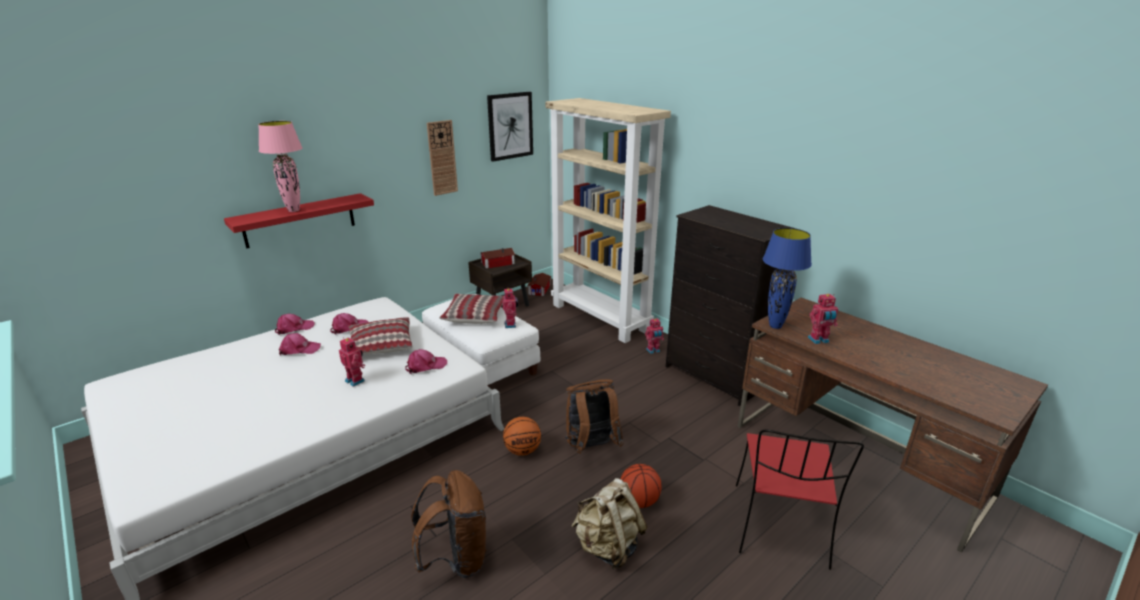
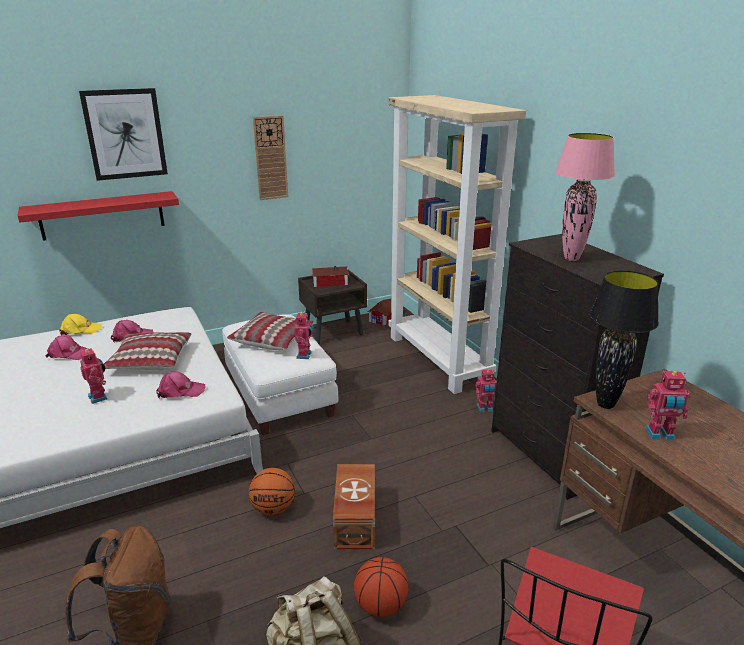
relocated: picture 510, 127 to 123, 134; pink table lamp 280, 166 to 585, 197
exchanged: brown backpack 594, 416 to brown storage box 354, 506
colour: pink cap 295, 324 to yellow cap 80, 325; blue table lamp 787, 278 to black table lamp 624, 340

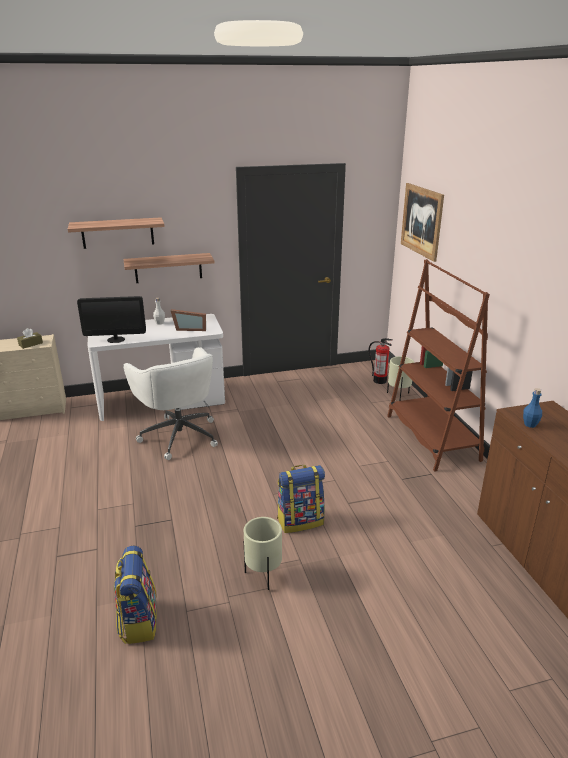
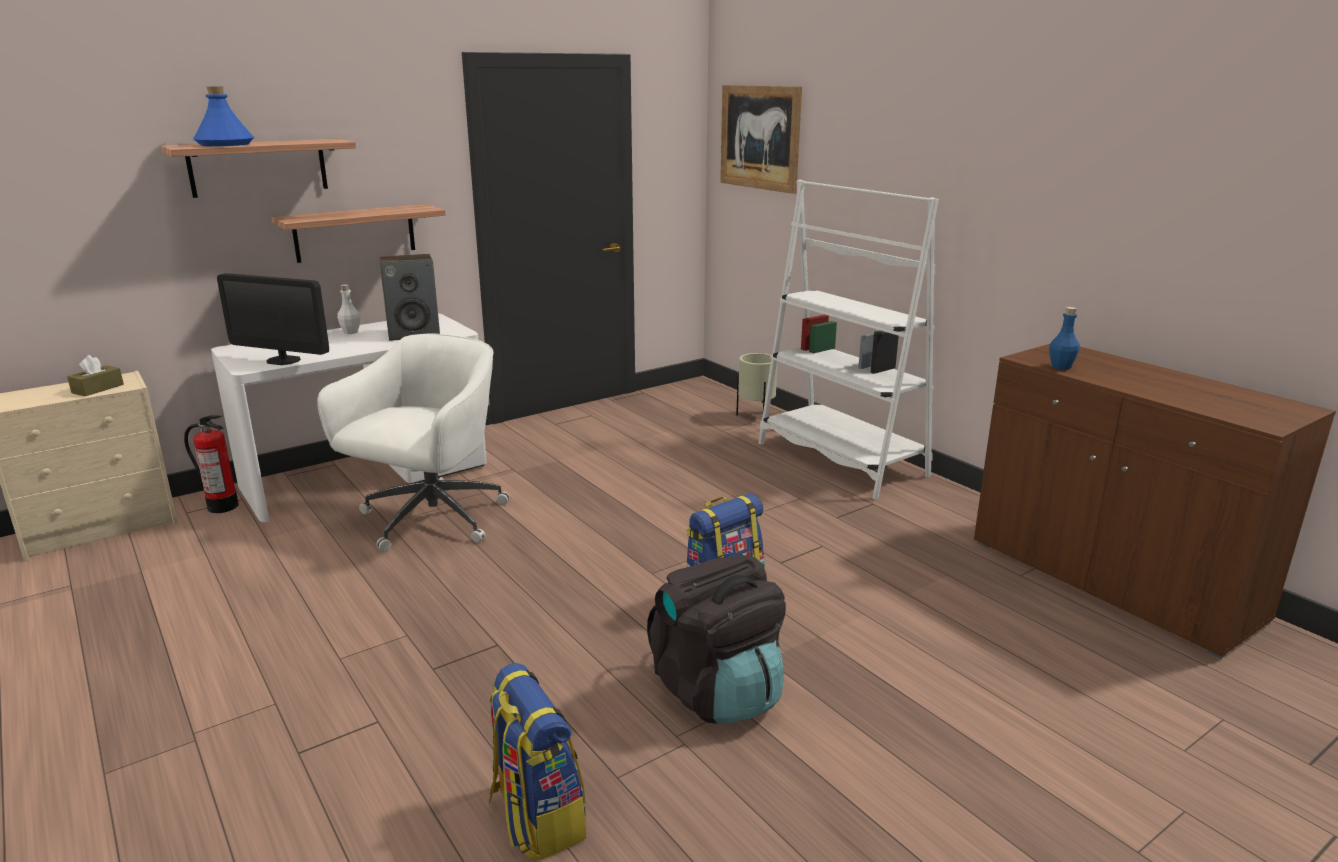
appeared: blue bottle 223, 116
relocated: fire extinguisher 380, 361 to 211, 464
exchanged: picture frame 188, 320 to speaker 410, 297; beige planter 263, 553 to black backpack 716, 639
colour: brown bookcase 438, 365 to white bookcase 848, 340
spun: monitor 111, 319 = 273, 319 45 degrees clockwise; white office chair 170, 403 = 413, 442 105 degrees counterclockwise

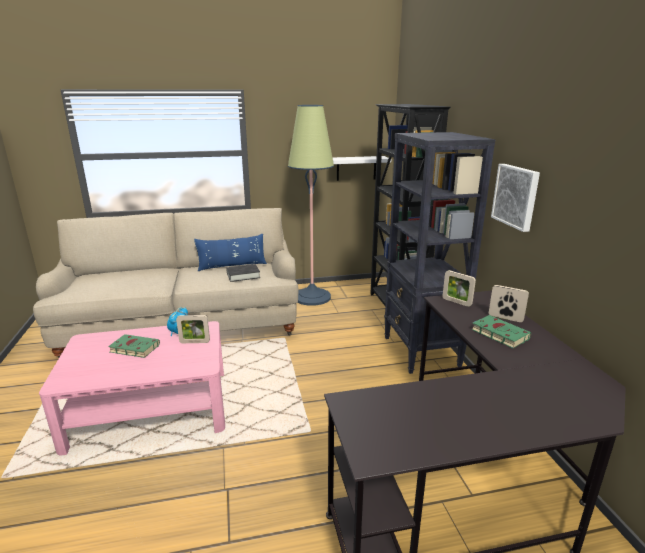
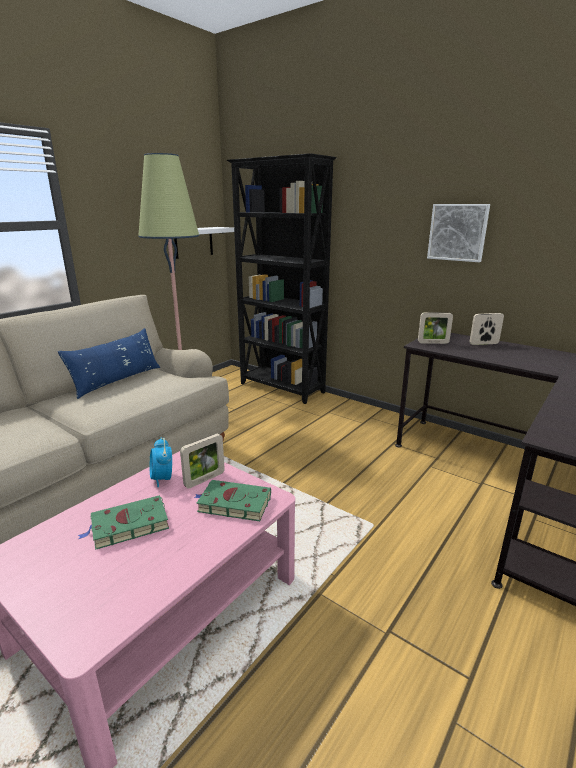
missing: black book 243, 273; black bookcase 439, 253
relocated: green book 501, 331 to 232, 500

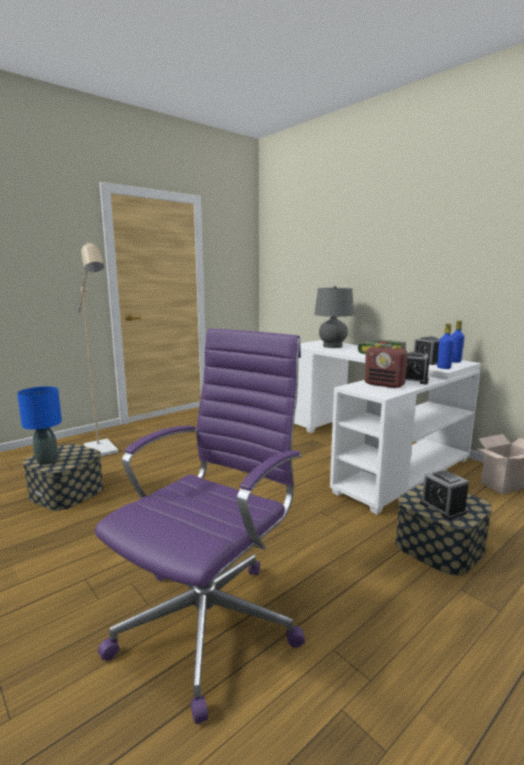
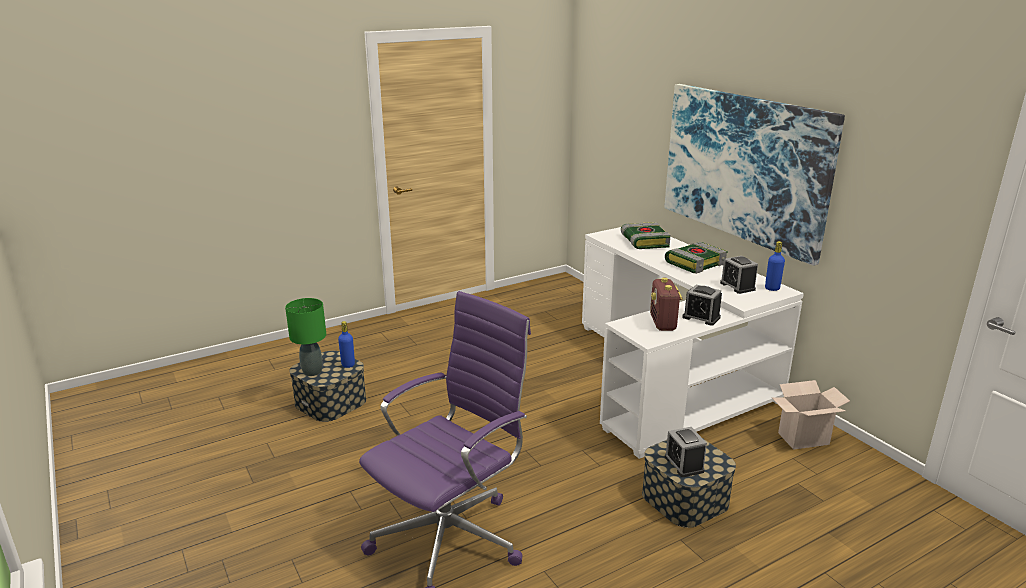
missing: beige floor lamp 98, 349
appeared: picture 755, 175
relocated: blue bottle 445, 346 to 346, 344
exchanged: grey table lamp 334, 317 to book 646, 235
colour: blue table lamp 39, 425 to green table lamp 305, 337
spun: radio 386, 366 = 666, 304 45 degrees clockwise

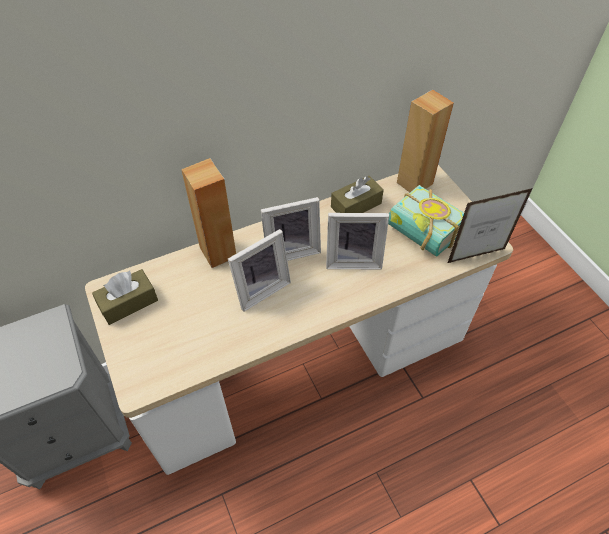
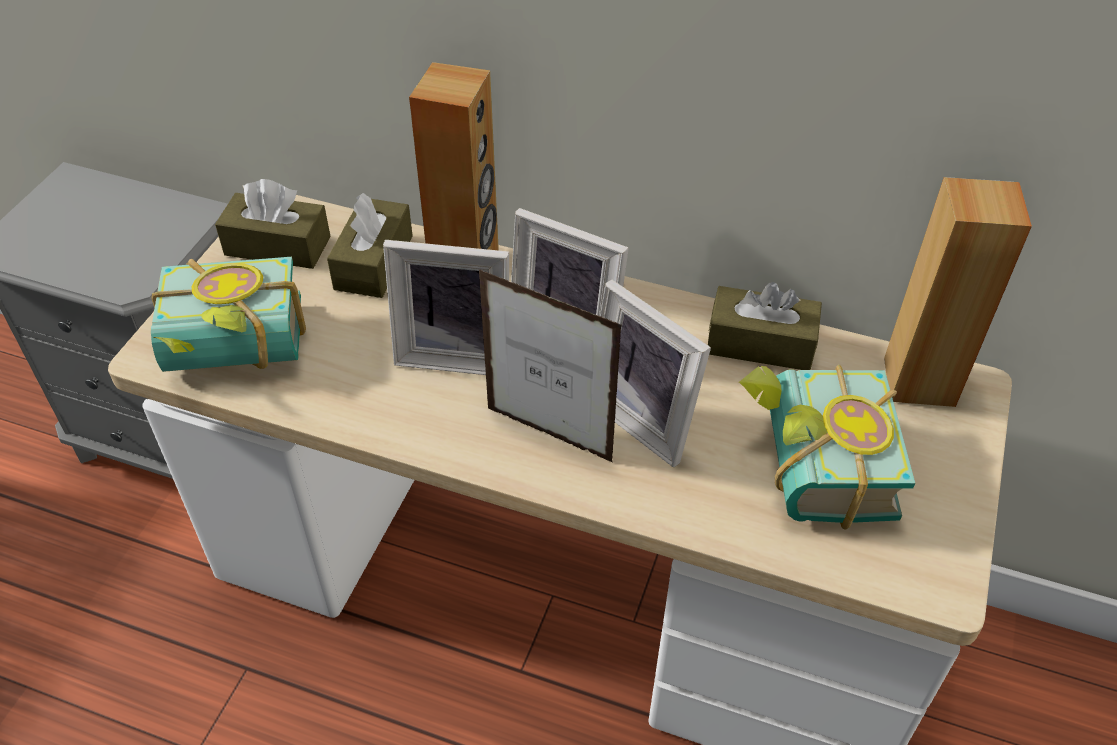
appeared: book 228, 314; brown tissue box 370, 245
relocated: picture frame 490, 225 to 550, 366

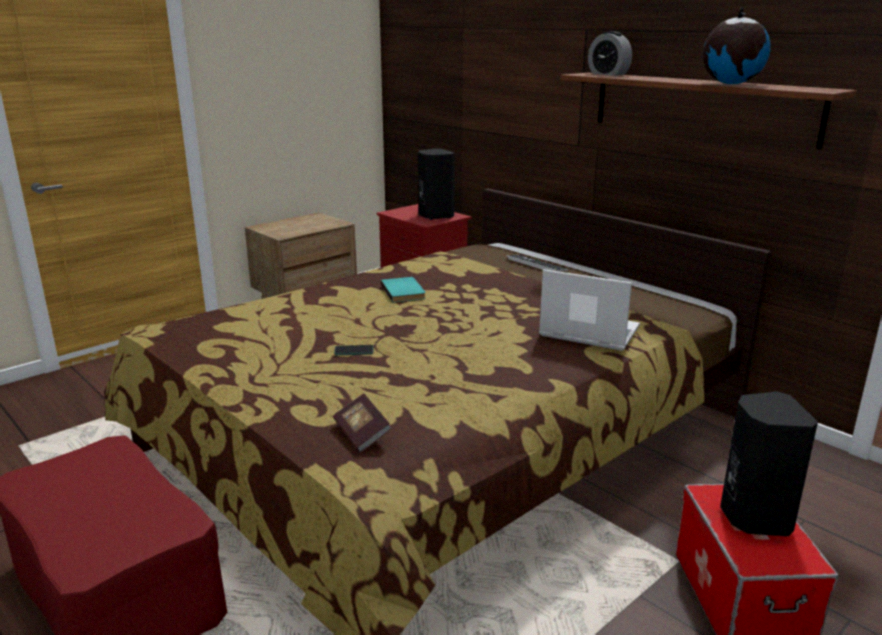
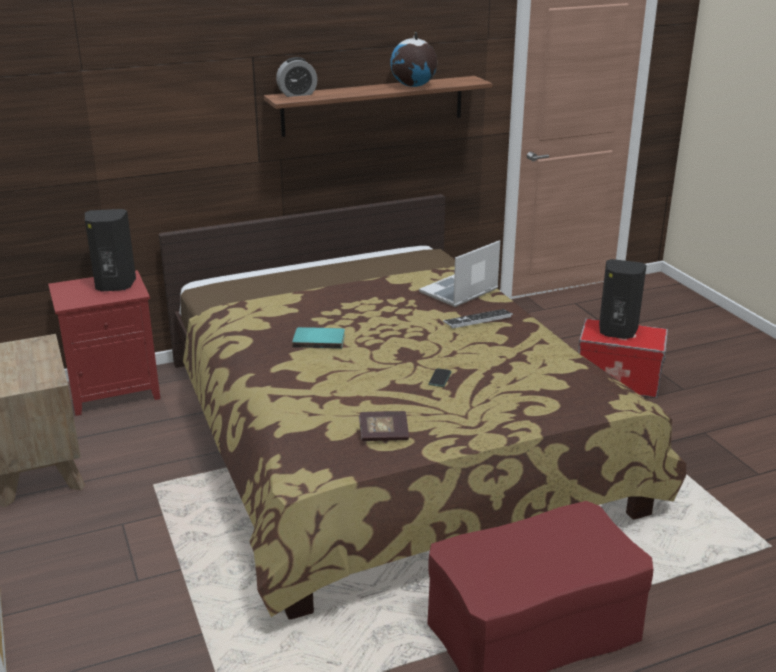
relocated: book 362, 423 to 384, 426; keyboard 537, 263 to 478, 319

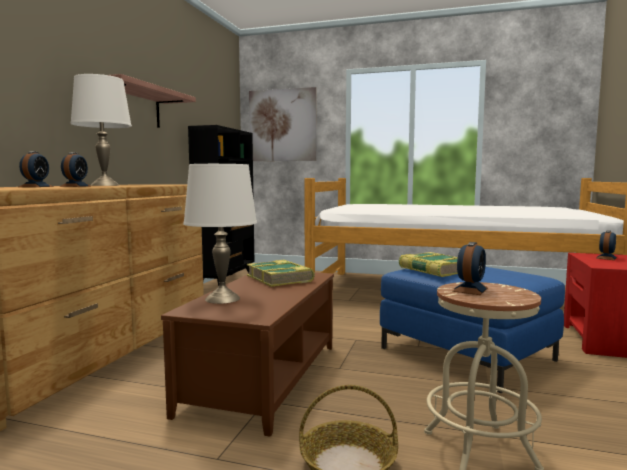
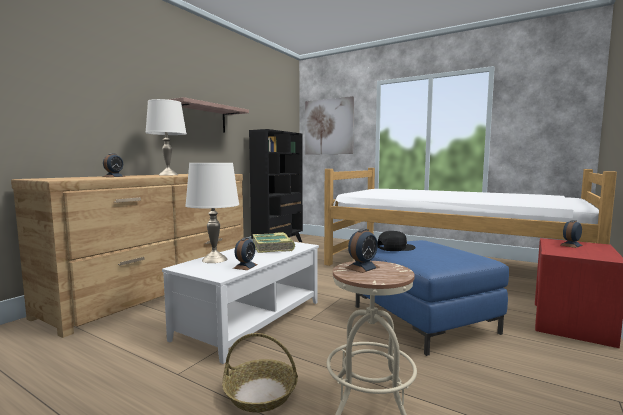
relocated: alarm clock 74, 169 to 245, 253
exchanged: book 428, 264 to black cap 396, 241
colour: brown coffee table 247, 354 to white coffee table 240, 303

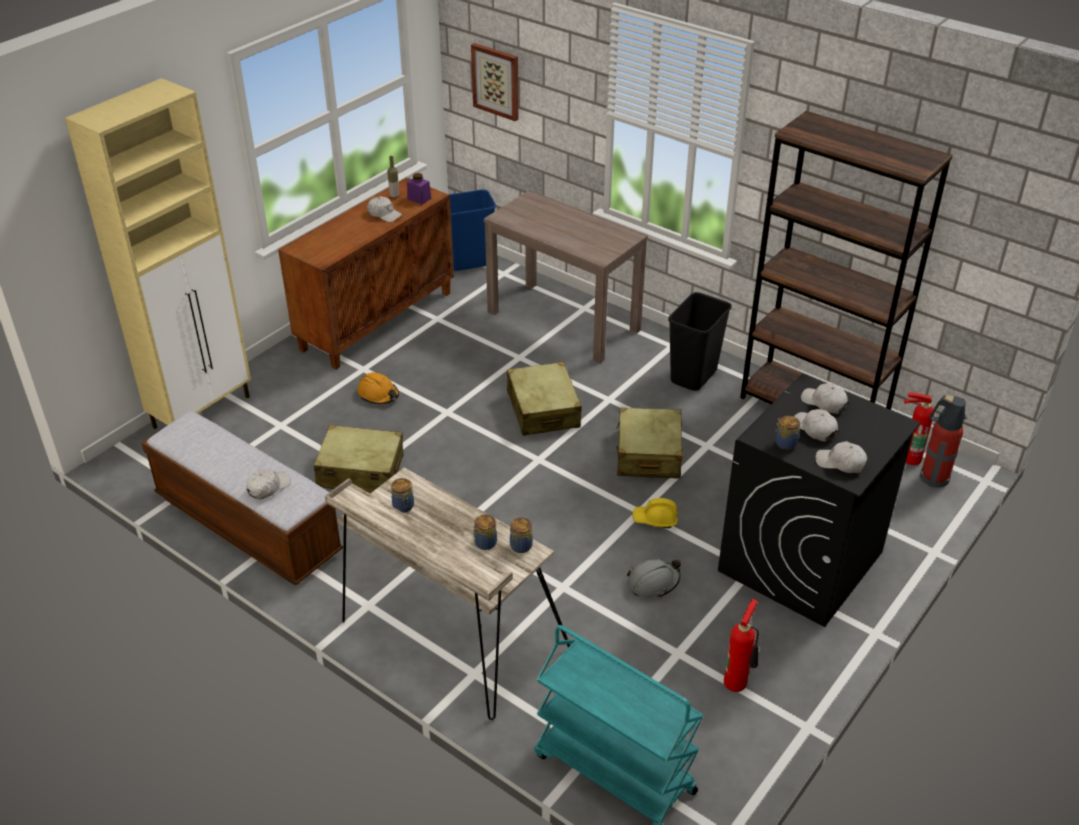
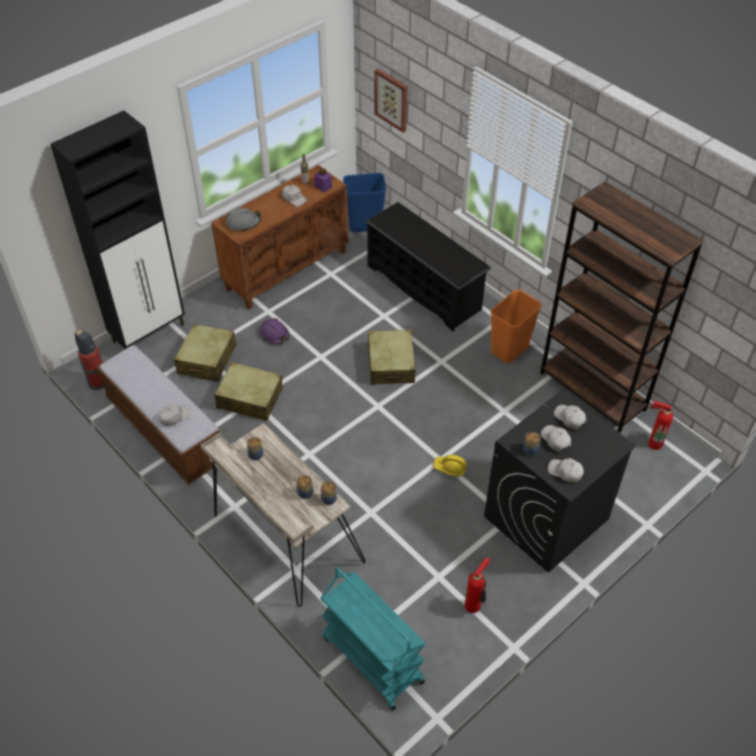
relocated: fire extinguisher 944, 441 to 89, 360; beige suitcase 649, 443 to 205, 353; grey hard hat 654, 578 to 243, 219
exchanged: brown console table 566, 276 to black shoe rack 428, 266
colour: beige cabinet 158, 253 to black cabinet 117, 230; orange hard hat 378, 388 to purple hard hat 275, 331; black trash can 700, 341 to orange trash can 516, 326

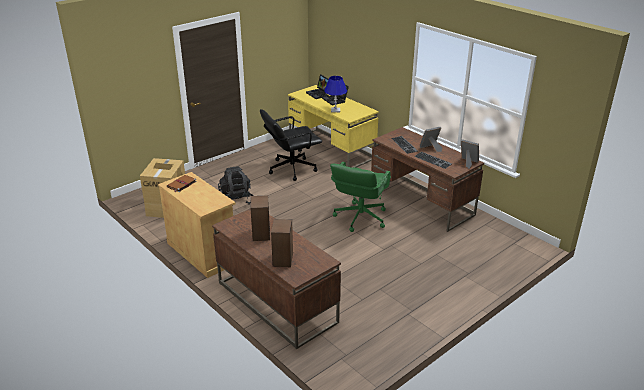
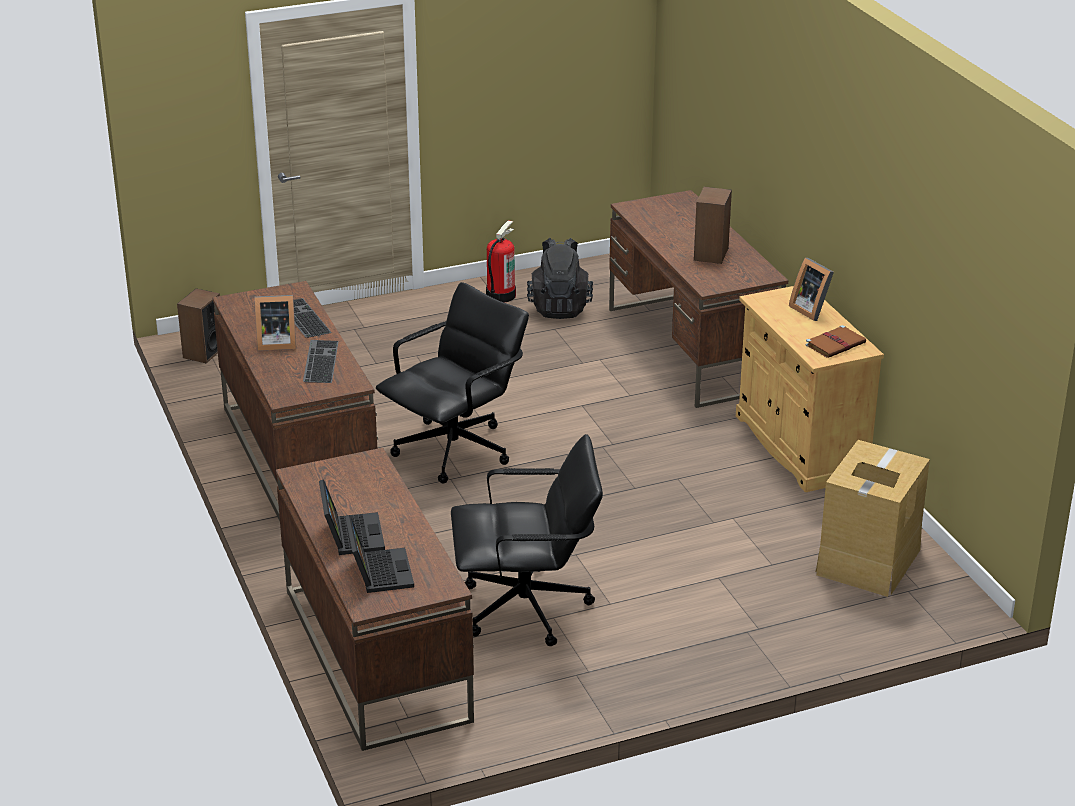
missing: blue table lamp 335, 94
appeared: fire extinguisher 501, 261
relocated: speaker 282, 243 to 198, 325; black backpack 235, 185 to 560, 278; picture frame 470, 154 to 811, 289
colour: yellow desk 333, 126 to brown desk 375, 599; green office chair 360, 197 to black office chair 452, 383

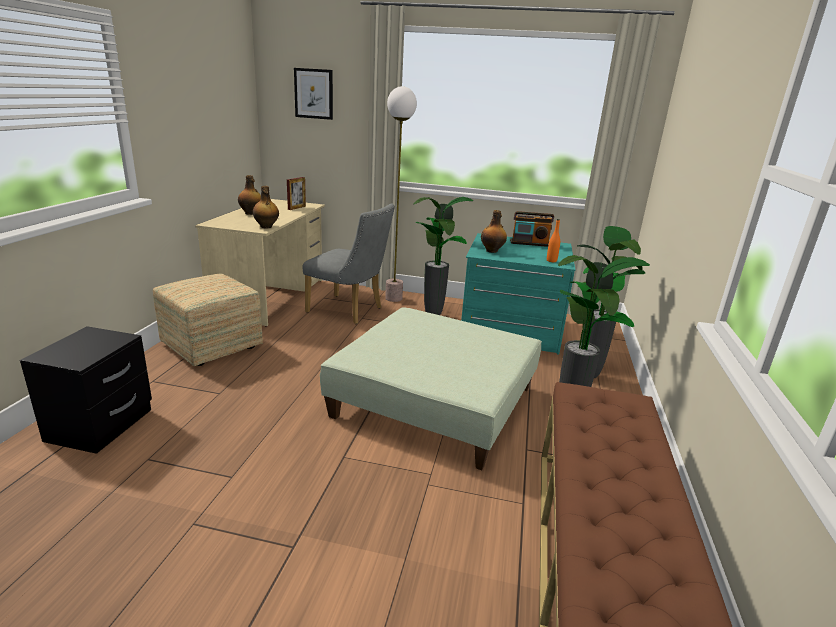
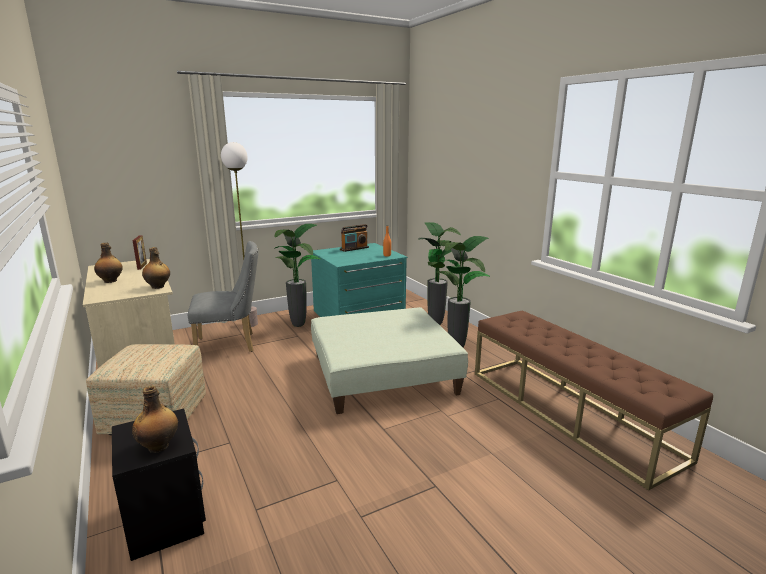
missing: picture 313, 94
relocated: bottle 494, 231 to 155, 419

